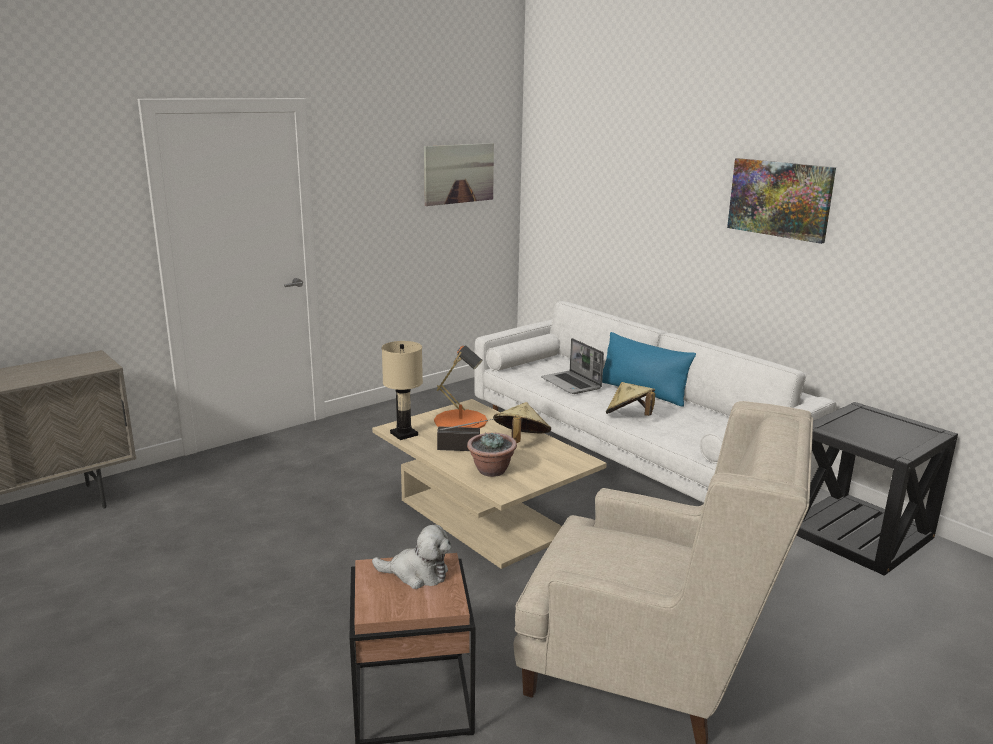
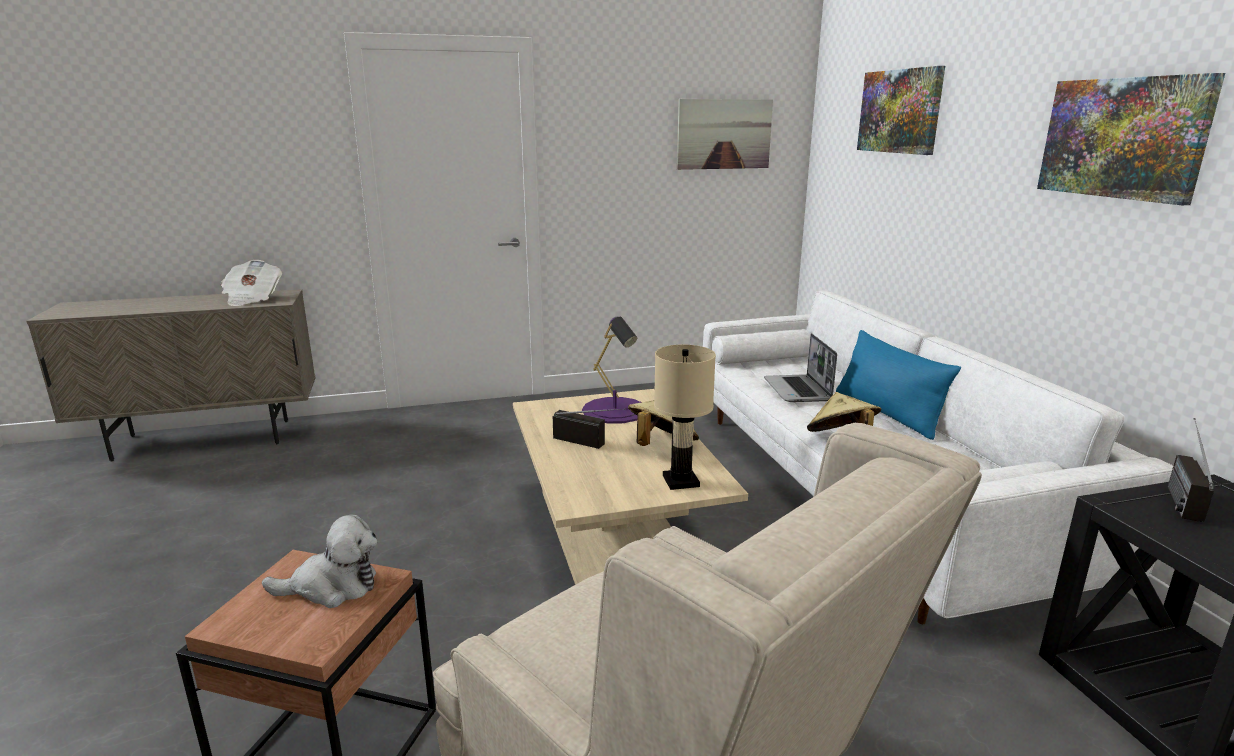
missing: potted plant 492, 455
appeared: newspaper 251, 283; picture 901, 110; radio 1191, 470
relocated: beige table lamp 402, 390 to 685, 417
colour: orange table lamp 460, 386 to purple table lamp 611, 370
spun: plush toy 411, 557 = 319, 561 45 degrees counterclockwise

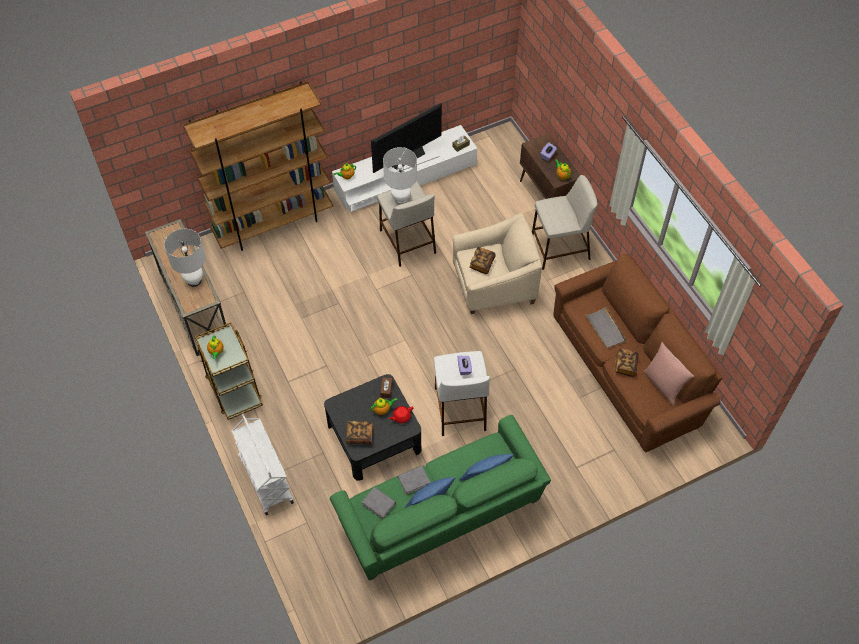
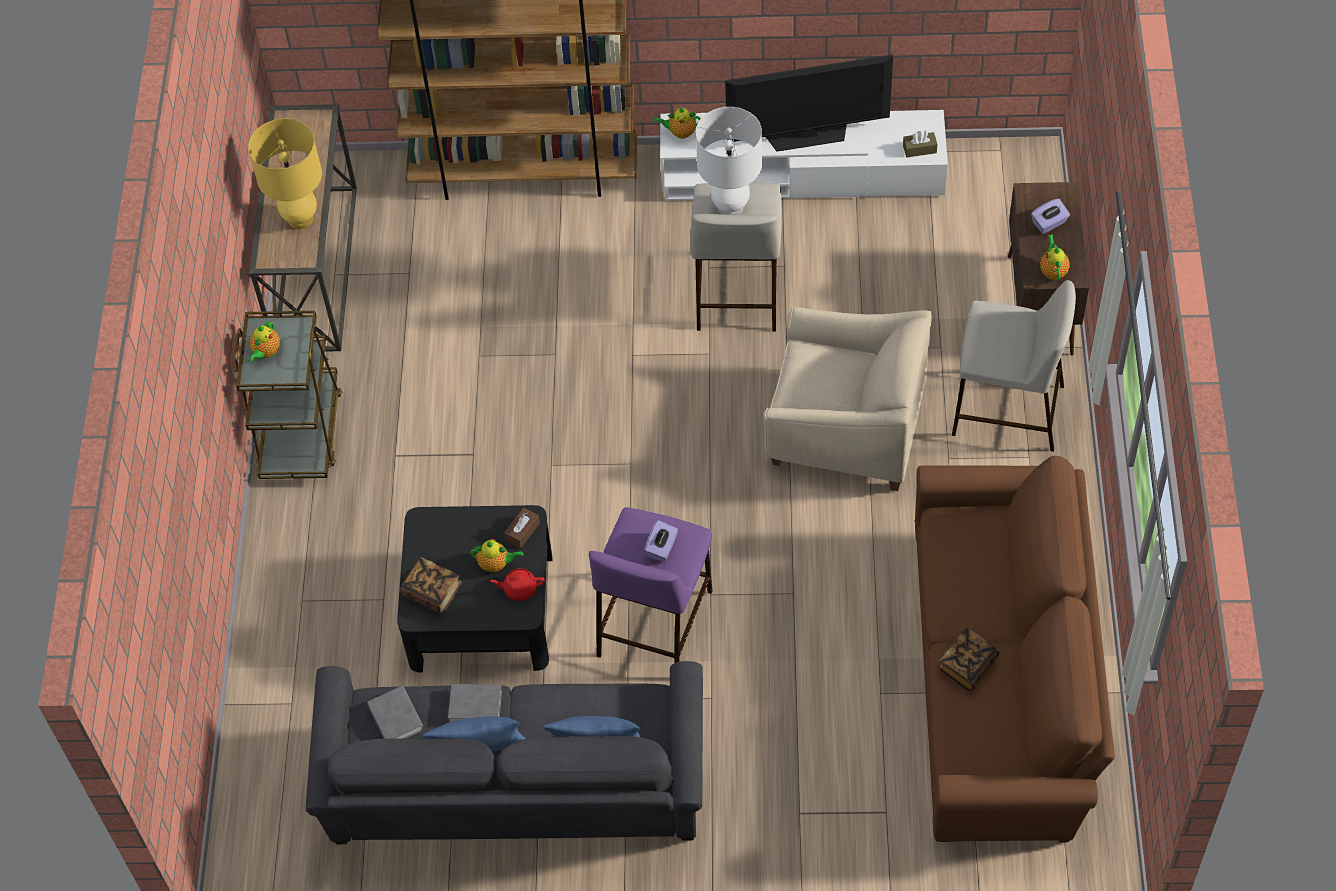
missing: white cart 262, 464; book 482, 260; grey tray 605, 327; pink pillow 669, 374
colour: white table lamp 185, 258 to yellow table lamp 285, 173; green sofa 440, 498 to grey sofa 504, 752; white stool 462, 393 to purple stool 650, 585

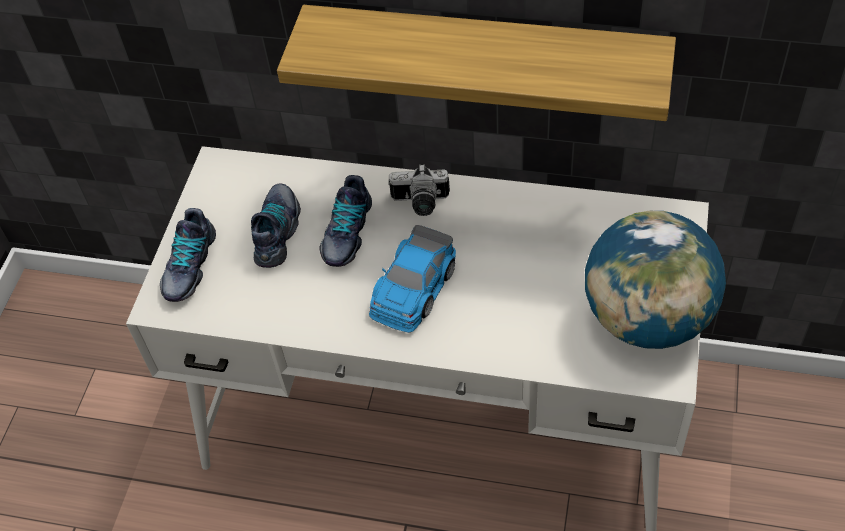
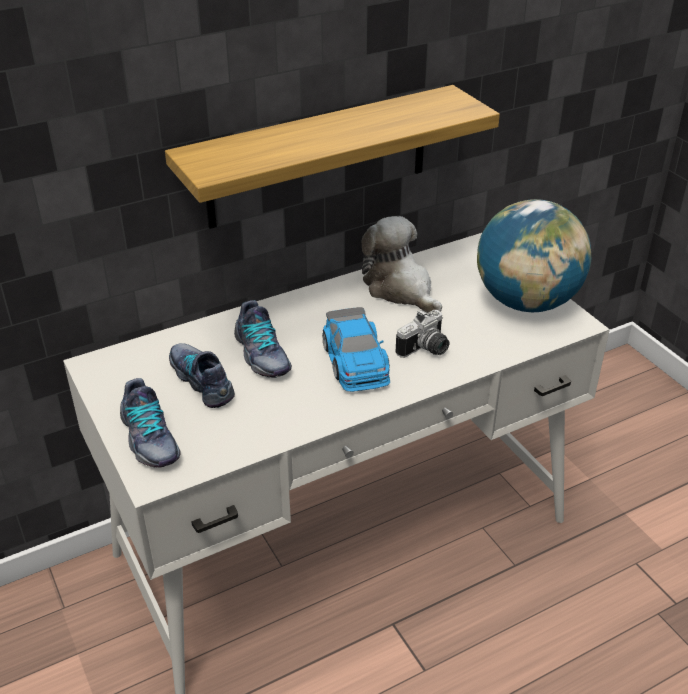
appeared: plush toy 401, 264
relocated: photo camera 419, 190 to 422, 334

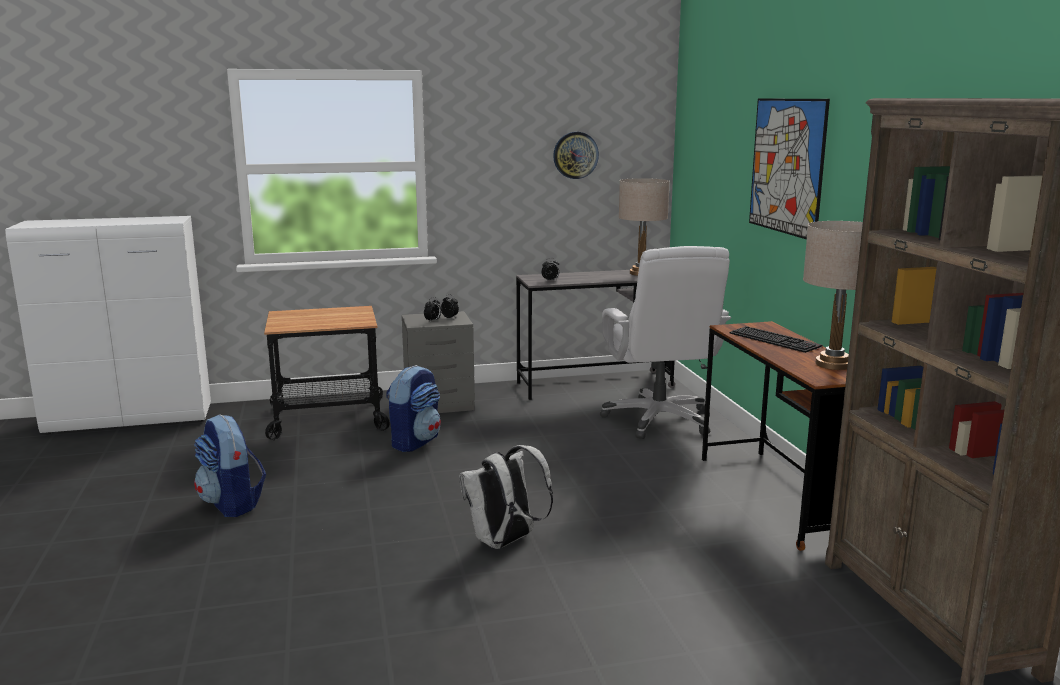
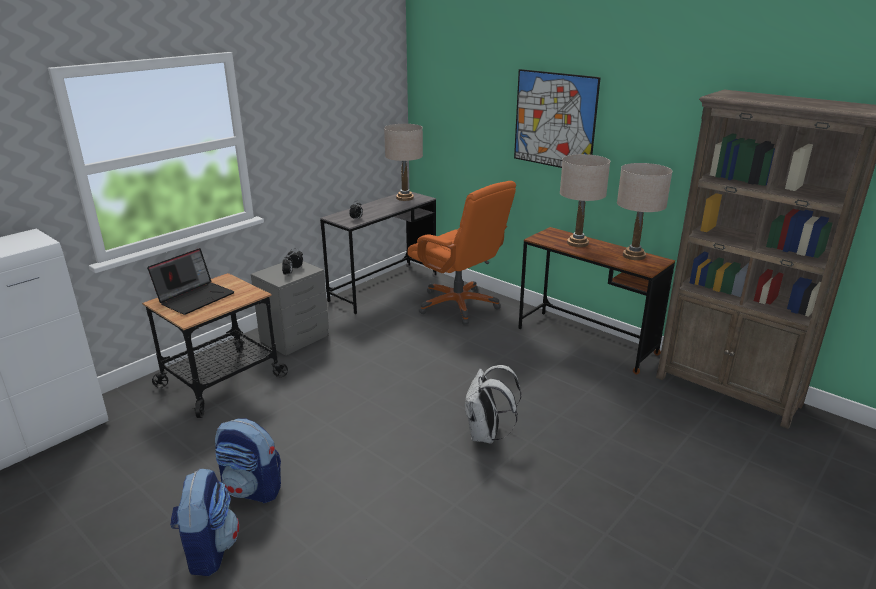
missing: wall clock 576, 155
appeared: laptop 190, 281
relocated: backpack 413, 408 to 204, 522
exchanged: keyboard 776, 339 to beige table lamp 585, 200
colour: white office chair 665, 342 to orange office chair 461, 252

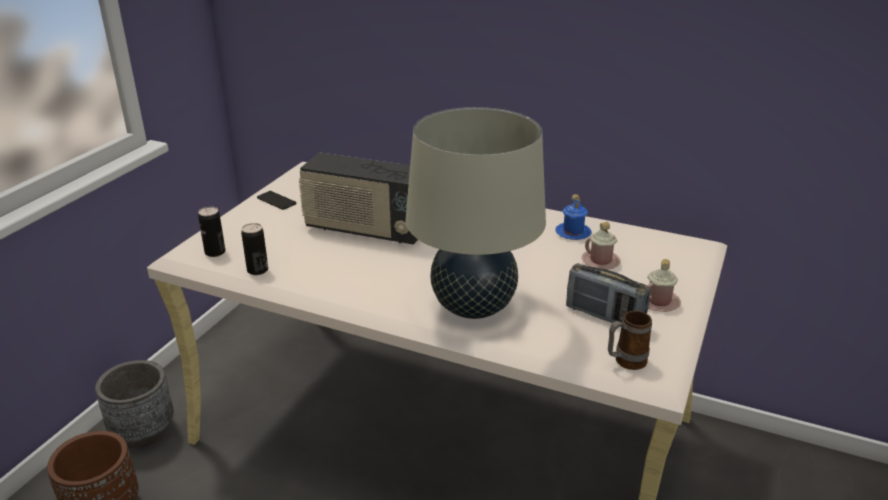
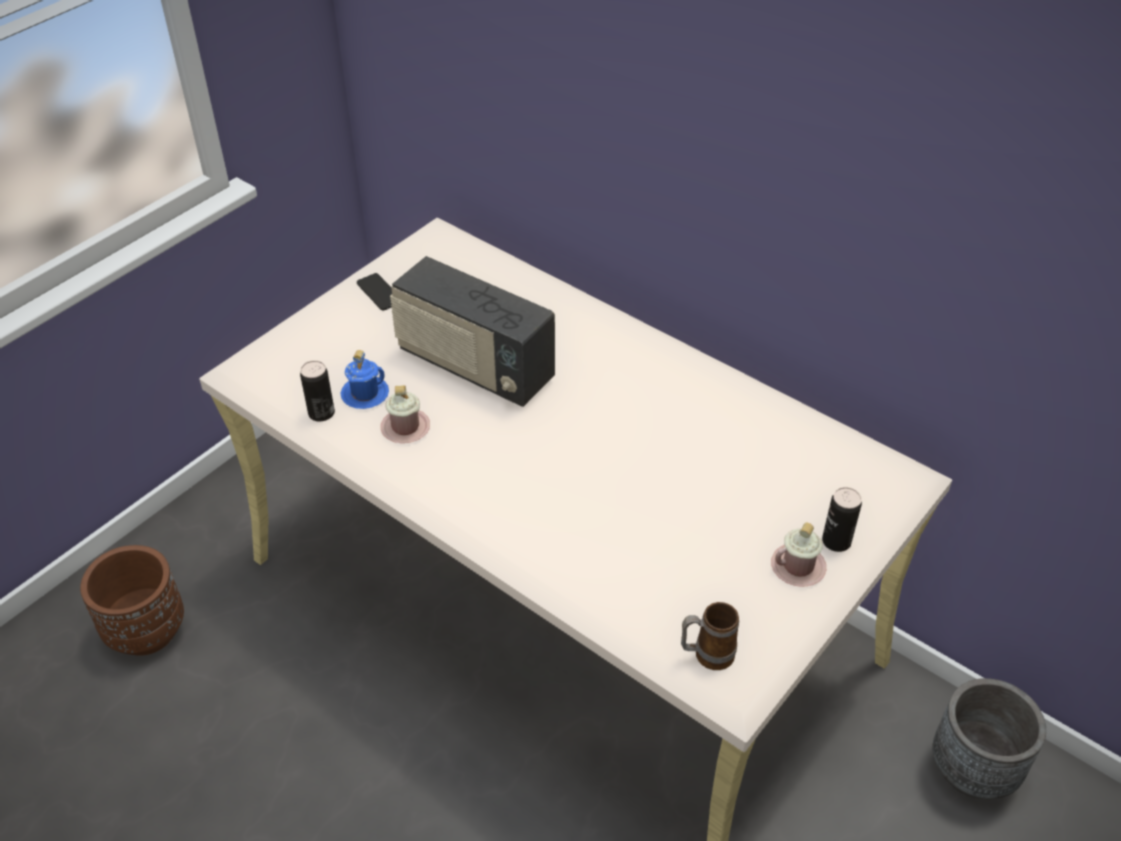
missing: beige table lamp 476, 213; radio 608, 293
relocated: blue mug 573, 217 to 365, 379; pink mug 601, 245 to 405, 414; can 211, 232 to 842, 519; grey planter 134, 404 to 989, 738

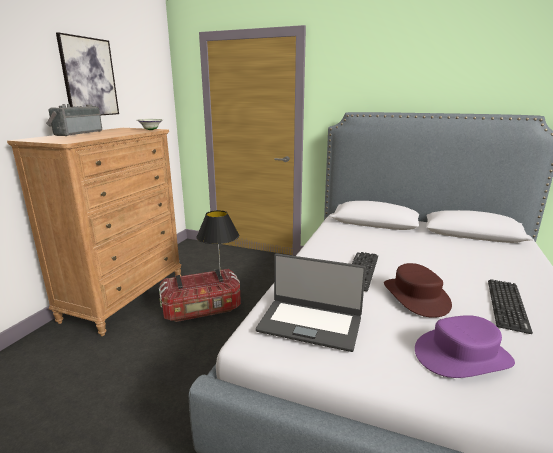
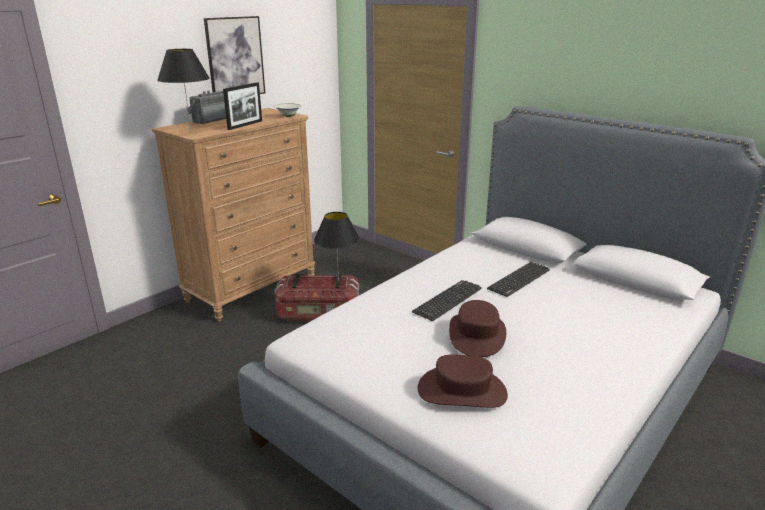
missing: laptop 311, 302
appeared: black table lamp 183, 89; picture frame 242, 106
relocated: keyboard 510, 306 to 518, 279
colour: purple hat 465, 346 to brown hat 463, 381

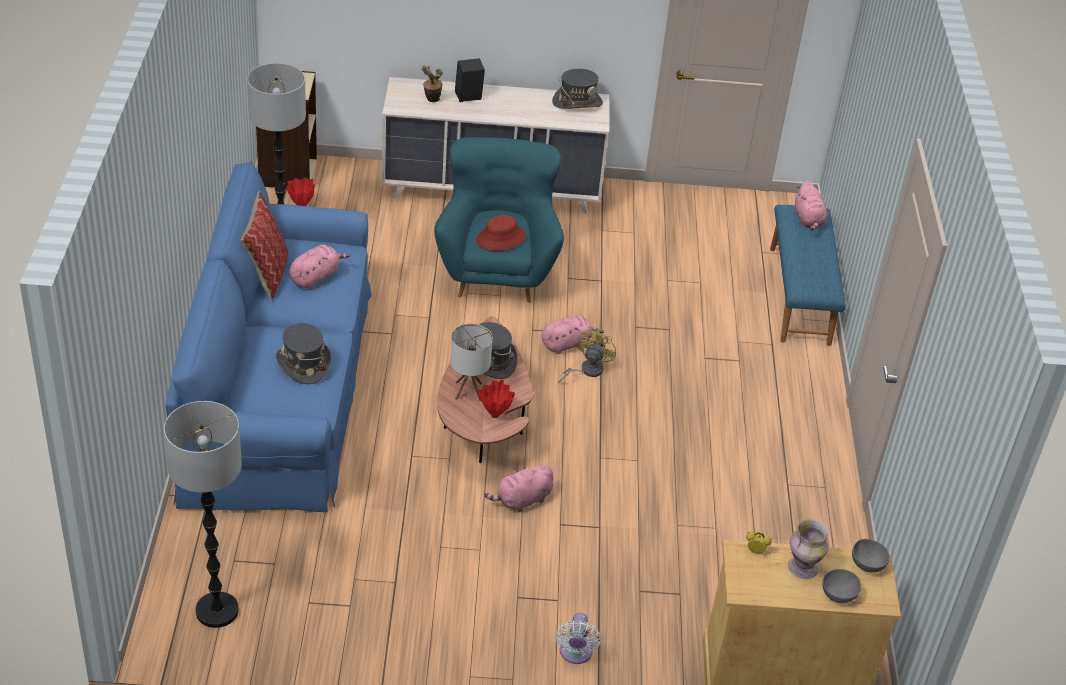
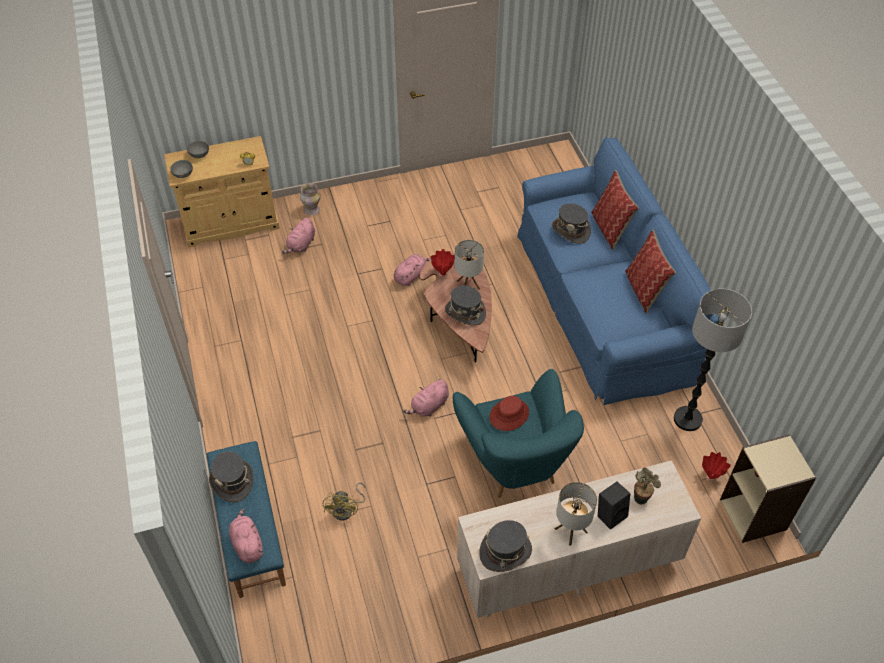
missing: floor lamp 203, 514; white fan 578, 638
appeared: grey hat 231, 476; table lamp 576, 514; pillow 615, 210
relocated: pink plush toy 319, 267 to 298, 236; vase 808, 549 to 310, 199; yellow fan 587, 356 to 344, 501

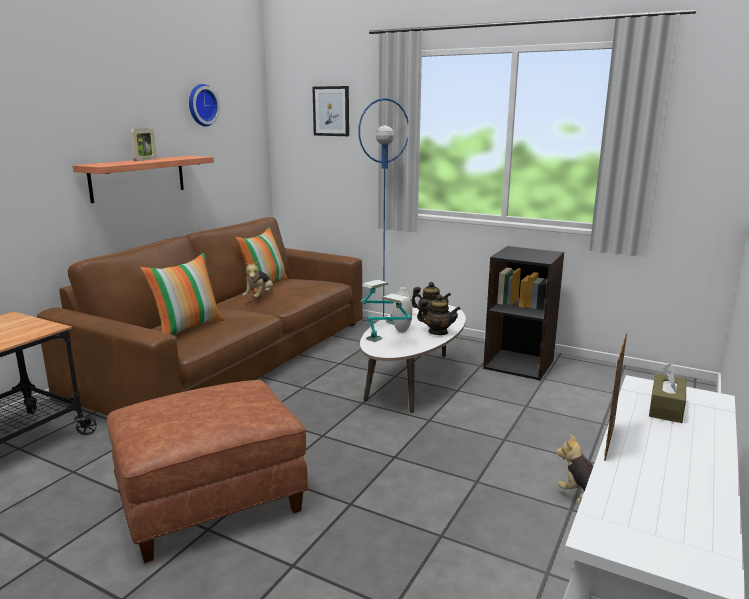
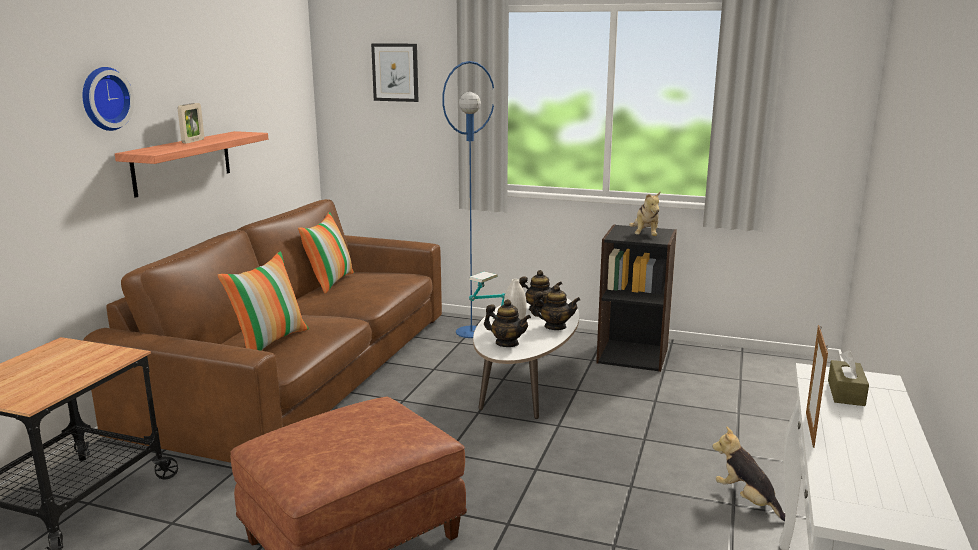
relocated: wall clock 204, 105 to 108, 99; plush toy 257, 279 to 645, 213
exchanged: table lamp 389, 317 to teapot 507, 323

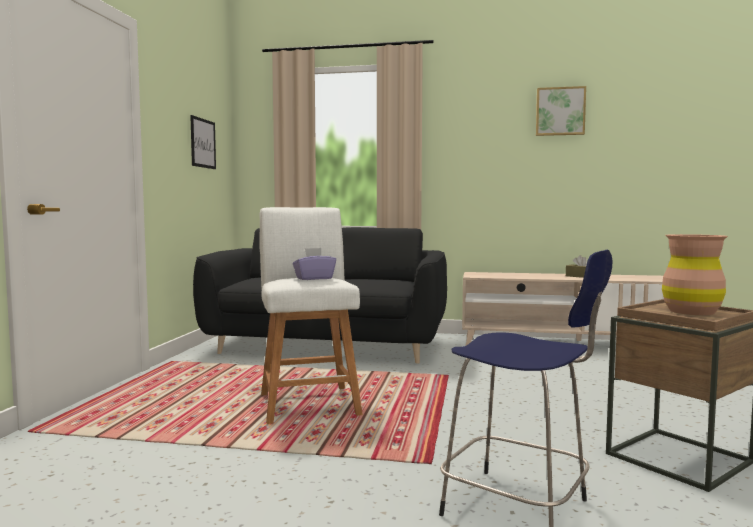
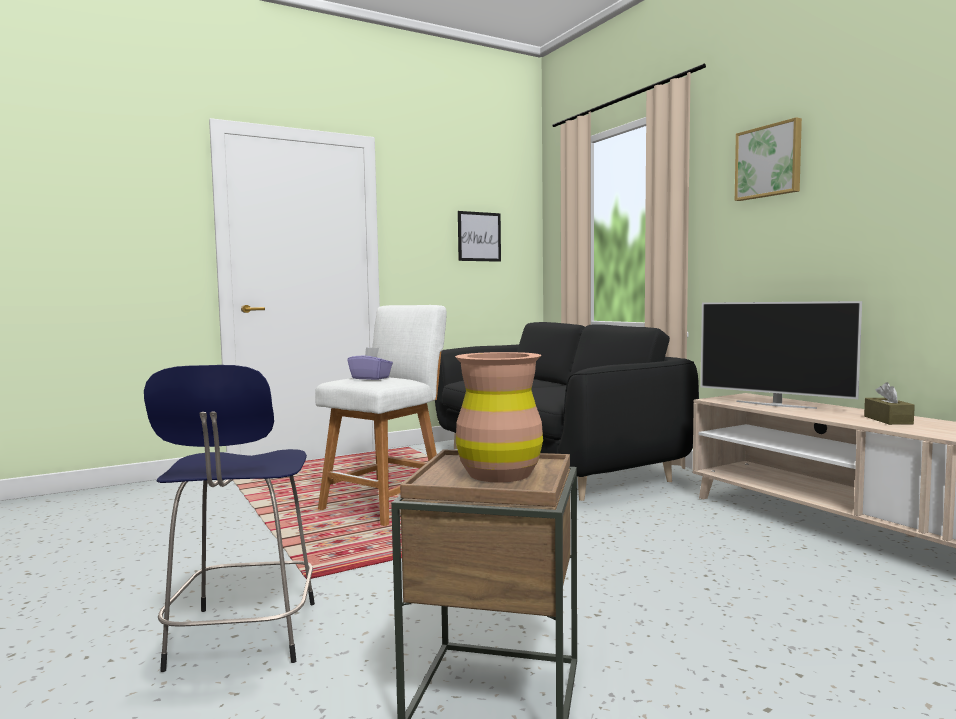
appeared: television 781, 355
relocated: picture 561, 111 to 768, 159

